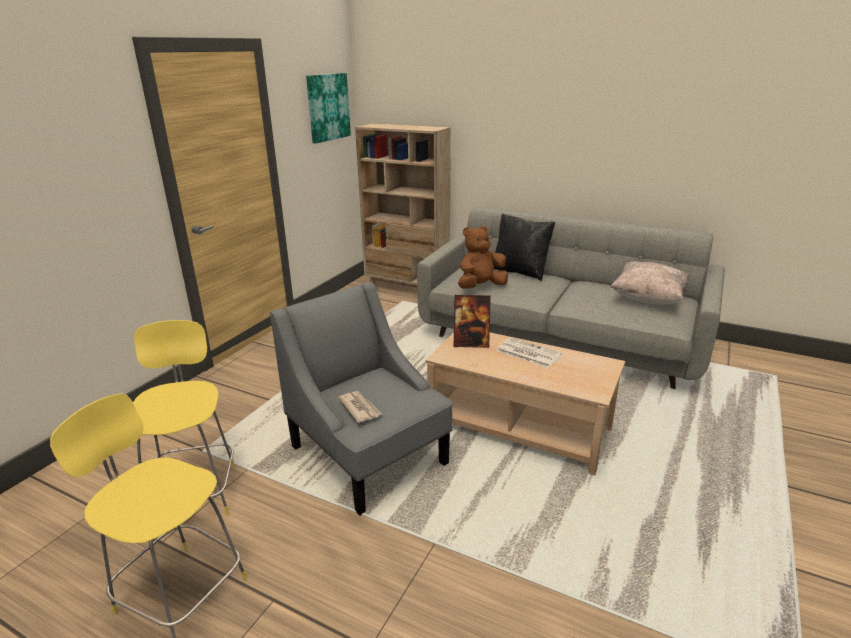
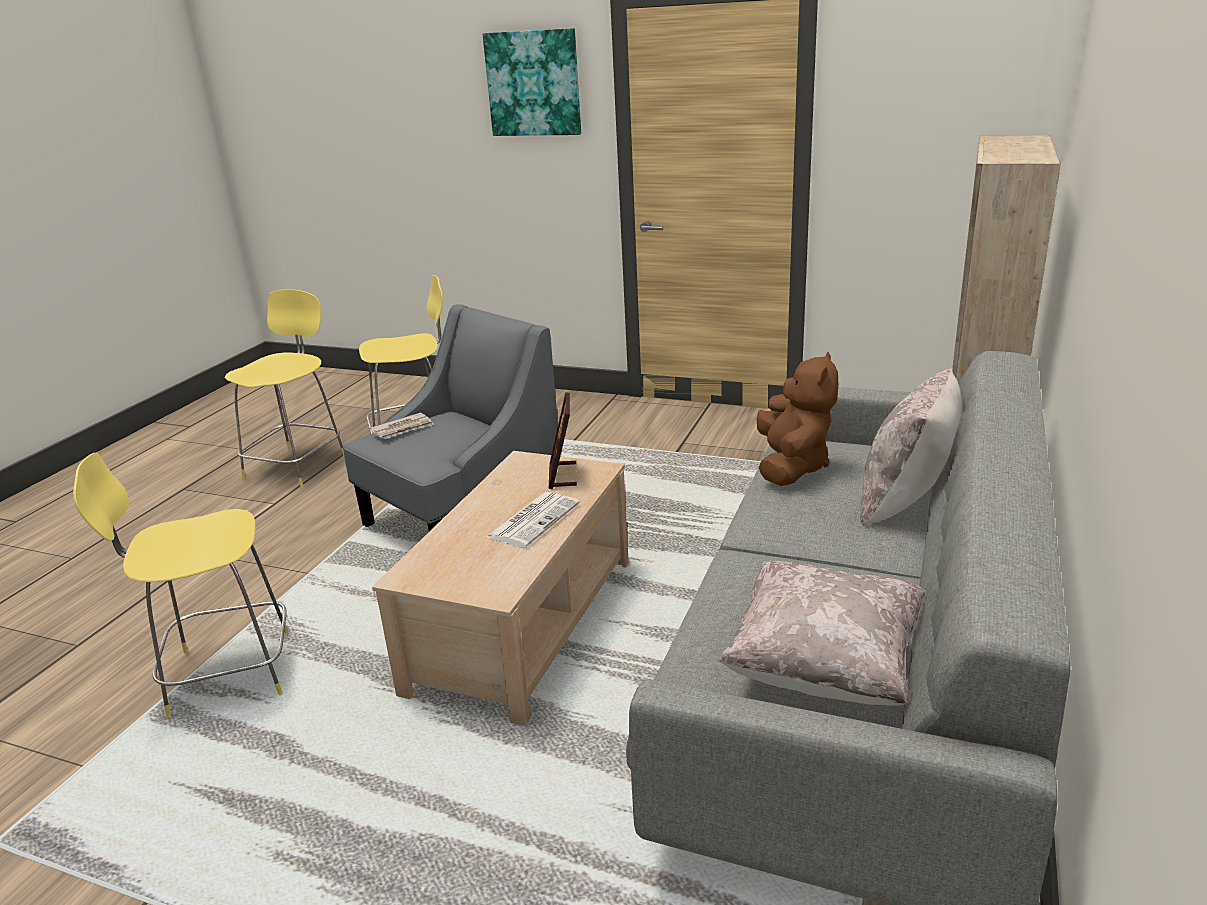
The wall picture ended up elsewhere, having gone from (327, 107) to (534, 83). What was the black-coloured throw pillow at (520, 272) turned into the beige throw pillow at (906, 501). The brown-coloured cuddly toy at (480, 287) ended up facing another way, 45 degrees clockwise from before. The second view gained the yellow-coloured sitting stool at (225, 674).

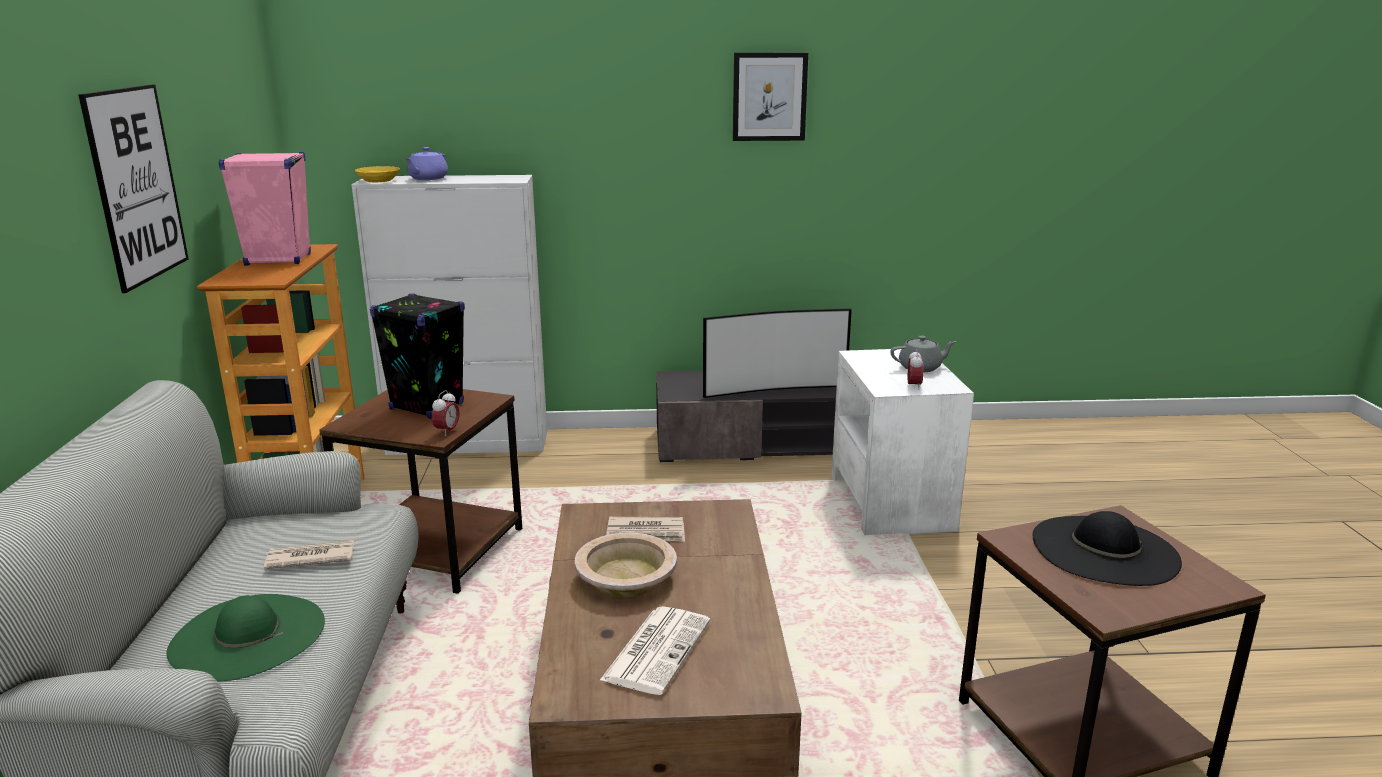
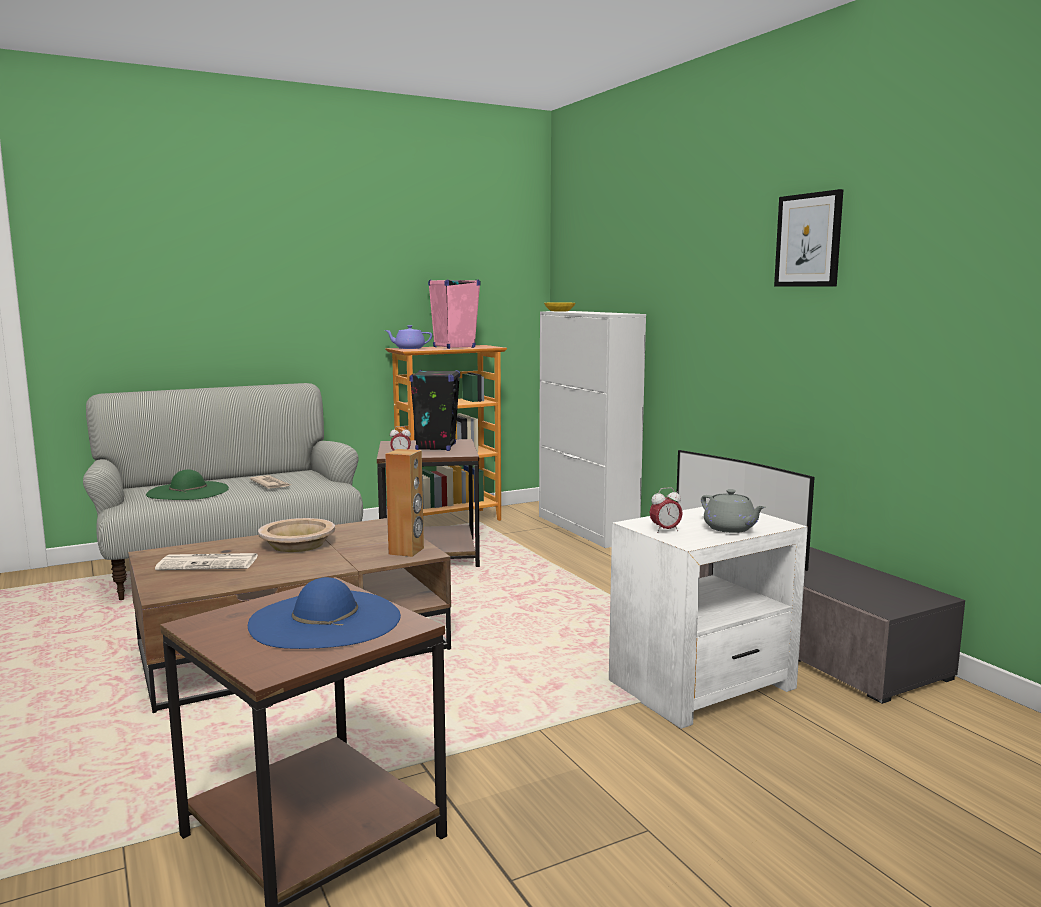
The second view lost the wall picture at (136, 185). The purple-coloured tea pot ended up elsewhere, having gone from (427, 178) to (409, 348). What was the black-coloured wearable hat at (1104, 550) turned into the blue-coloured wearable hat at (325, 620). The second view lost the daily paper at (646, 533). The second view gained the brown-coloured speaker at (406, 551).

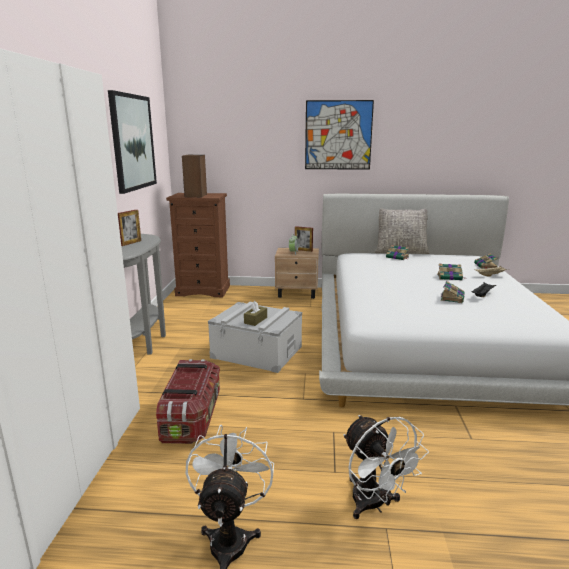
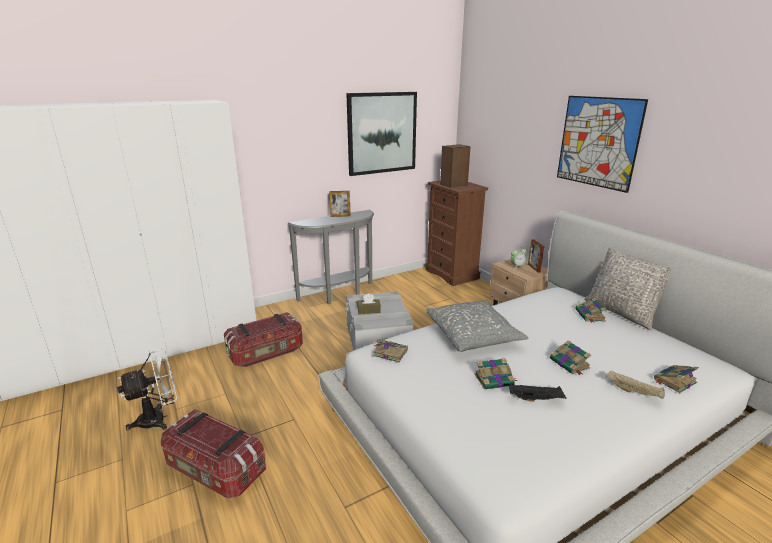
Where the white-coloured cooling fan stood at (374, 505), the storage box came to stand at (215, 470). The second view gained the gray throw pillow at (473, 335). The second view gained the book at (389, 353).

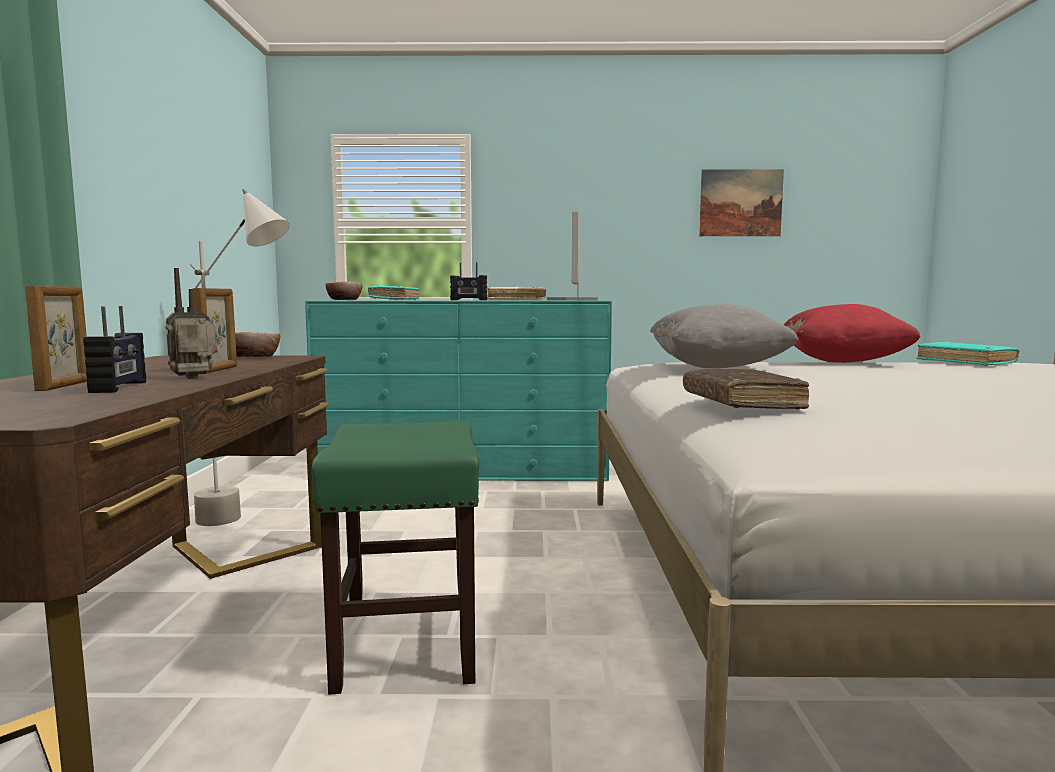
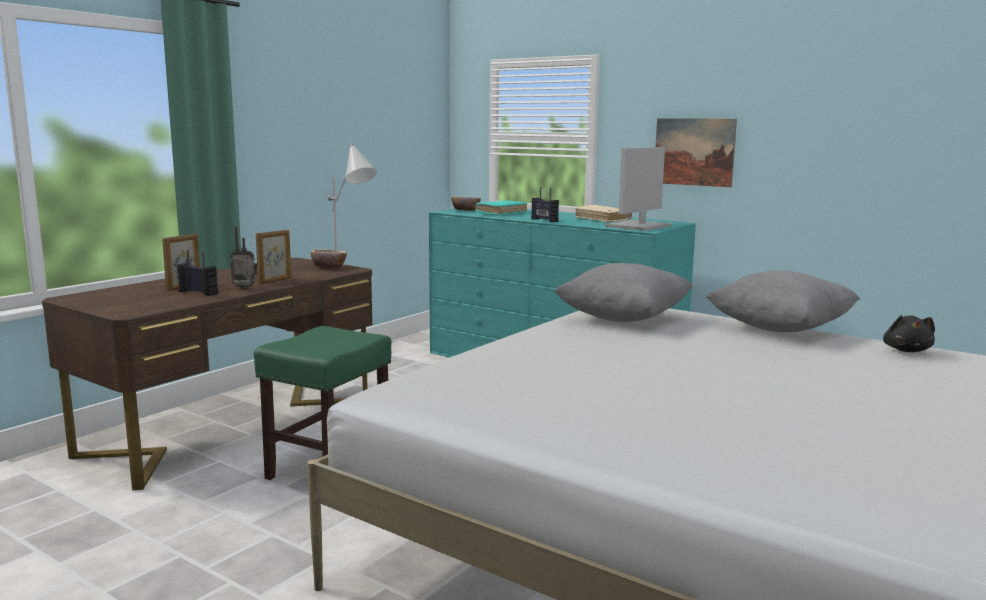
The wall picture ended up elsewhere, having gone from (740, 203) to (694, 152). What was the reddish throw pillow at (842, 362) turned into the gray throw pillow at (780, 329). The radio at (120, 387) ended up facing another way, 90 degrees counterclockwise from before. Where the turquoise book stood at (965, 362), the black-coloured cuddly toy came to stand at (906, 350). The second view lost the brown-coloured book at (740, 402).

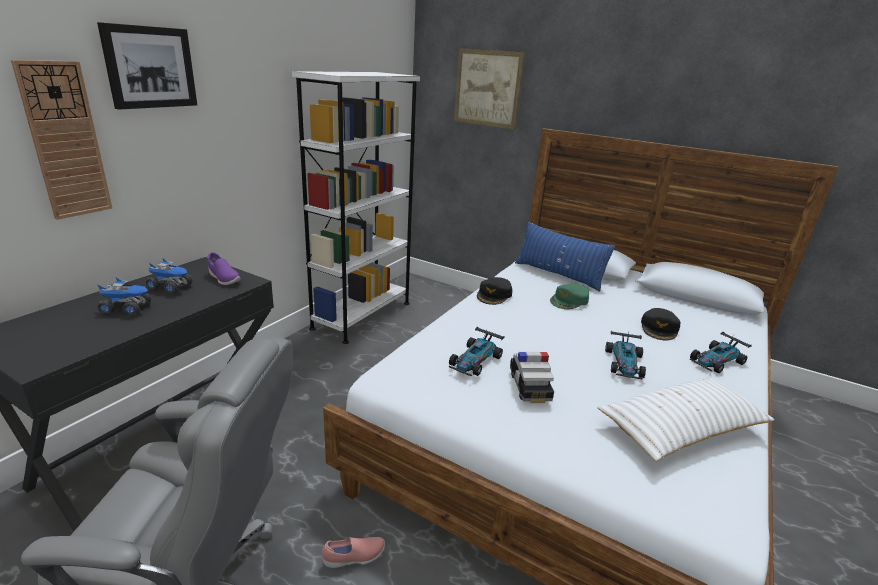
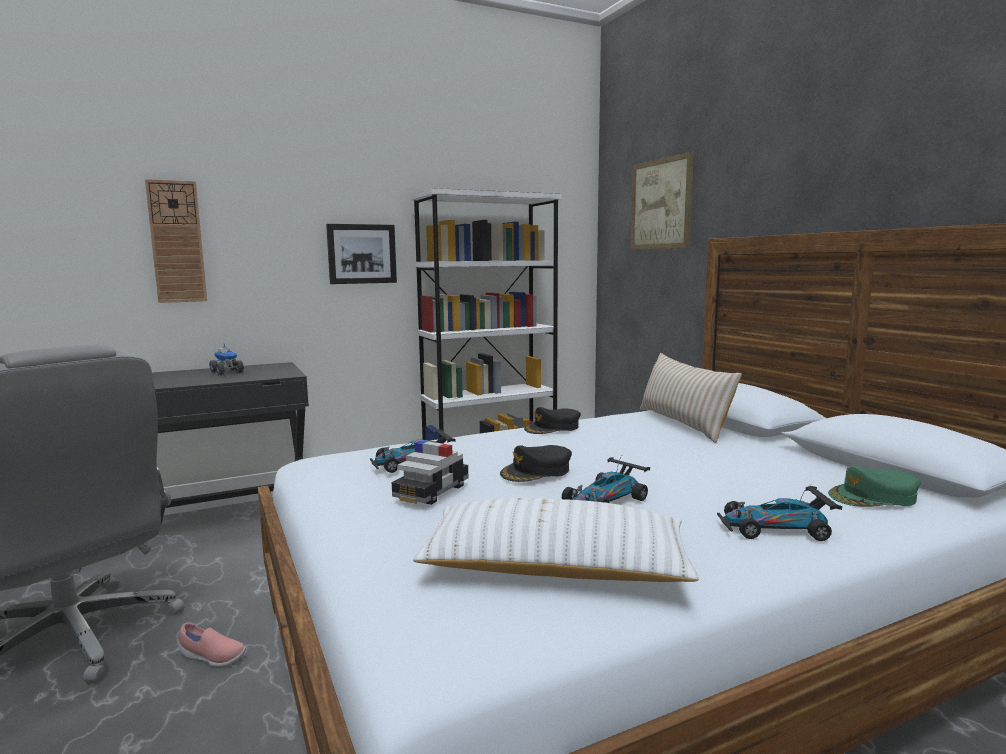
The wall picture ended up elsewhere, having gone from (150, 67) to (361, 254). What was the blue-coloured throw pillow at (558, 274) turned into the beige throw pillow at (683, 423). The second view lost the purple-coloured low shoe at (223, 279). The second view lost the toy truck at (127, 309). The green-coloured peaked cap ended up elsewhere, having gone from (569, 301) to (873, 497). The black-coloured peaked cap ended up elsewhere, having gone from (659, 328) to (536, 471).

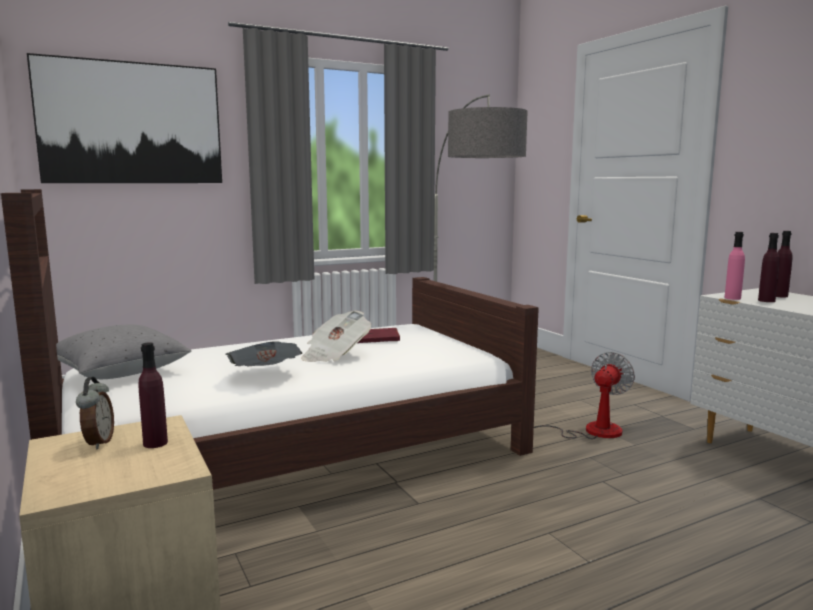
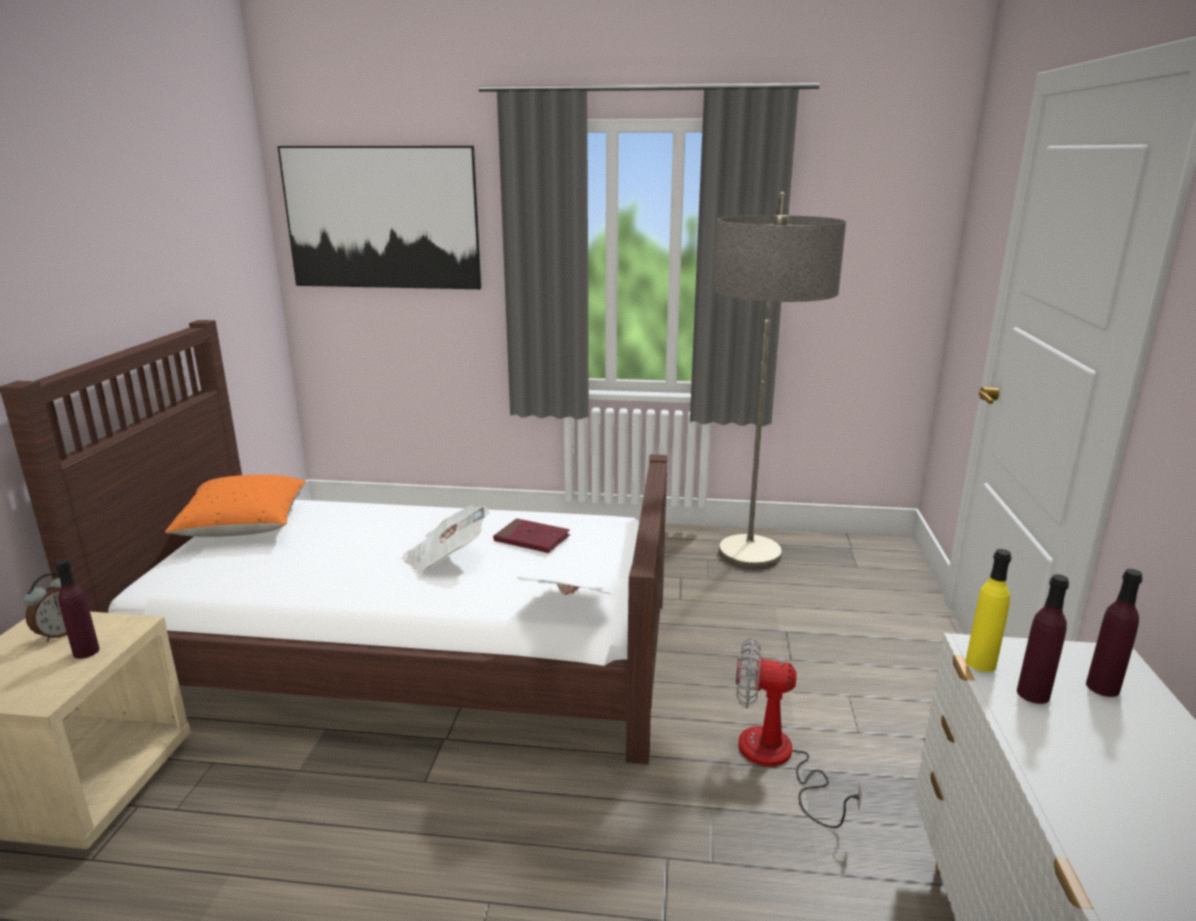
What was the pink bottle at (732, 298) turned into the yellow-coloured bottle at (980, 663). What was the gray throw pillow at (120, 373) turned into the orangey throw pillow at (244, 526). The daily paper ended up elsewhere, having gone from (265, 375) to (568, 608). The cooling fan at (589, 431) ended up facing another way, 150 degrees counterclockwise from before.

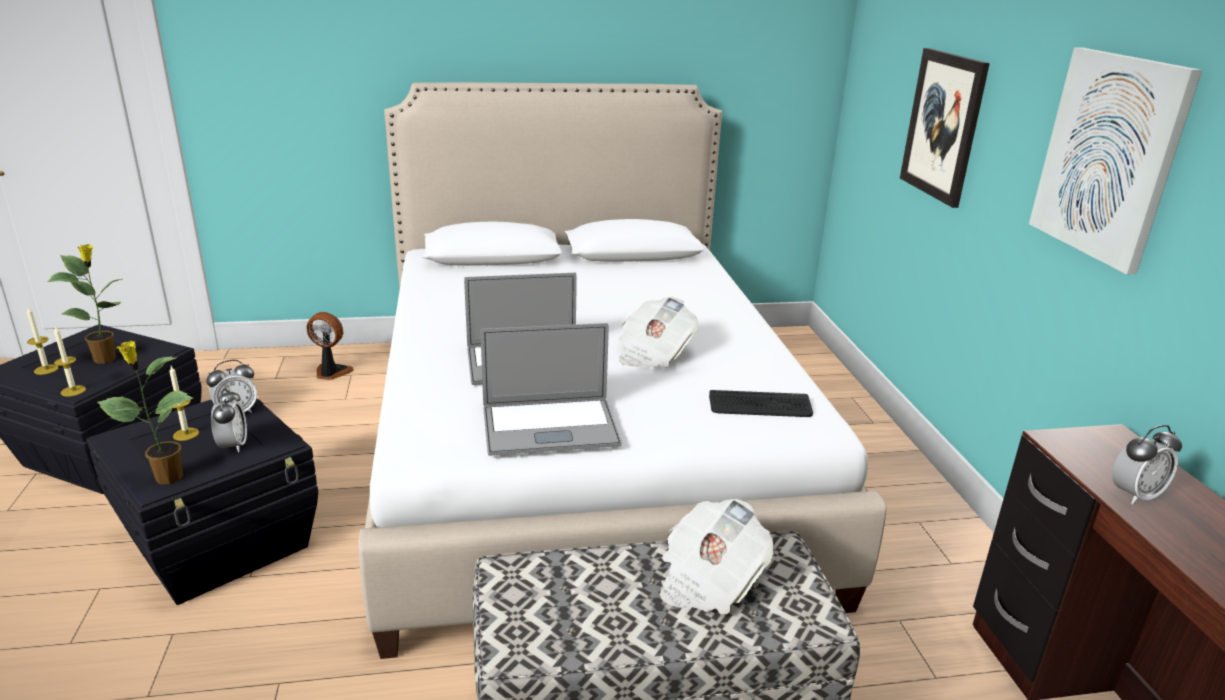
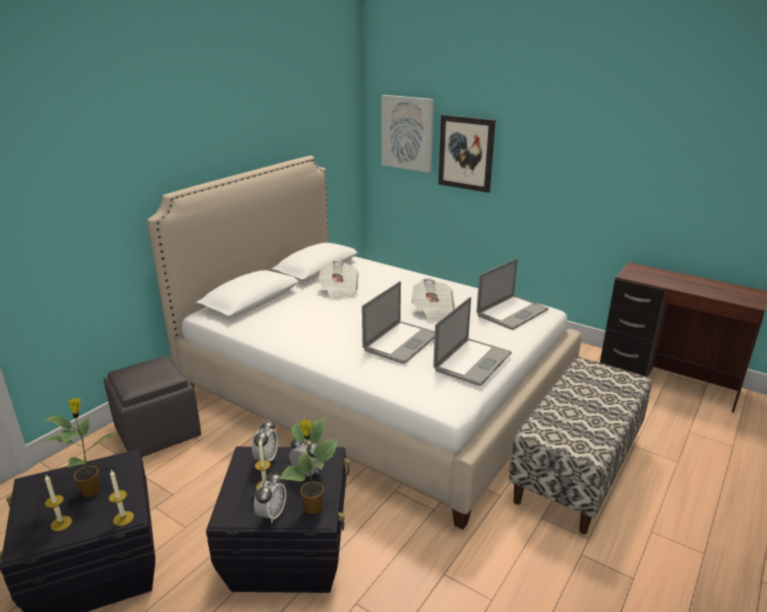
The wall picture ended up elsewhere, having gone from (1109, 157) to (407, 133). Where the cooling fan stood at (331, 373), the gray pouffe came to stand at (157, 433). Where the PC keyboard stood at (760, 406), the laptop came to stand at (512, 312). The bedside clock ended up elsewhere, having gone from (1135, 495) to (271, 514). The daily paper ended up elsewhere, having gone from (708, 580) to (339, 291).

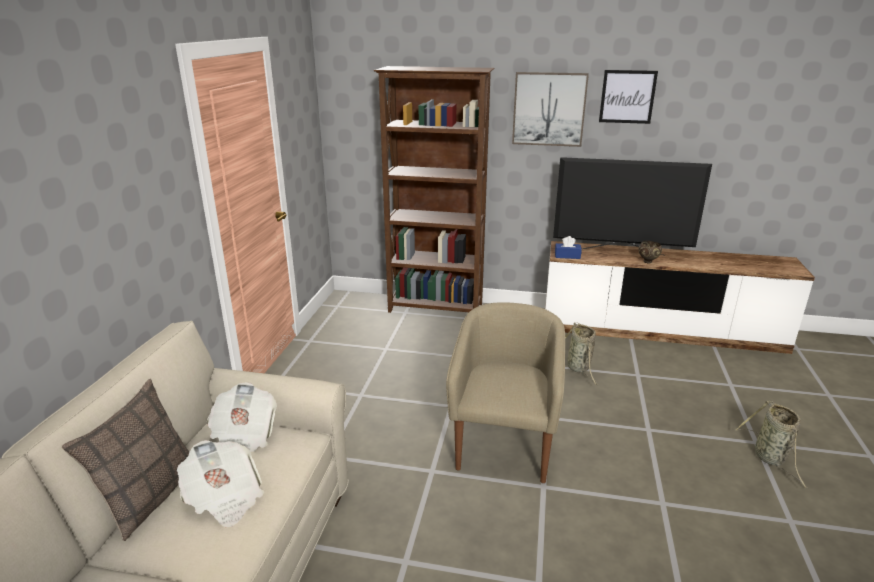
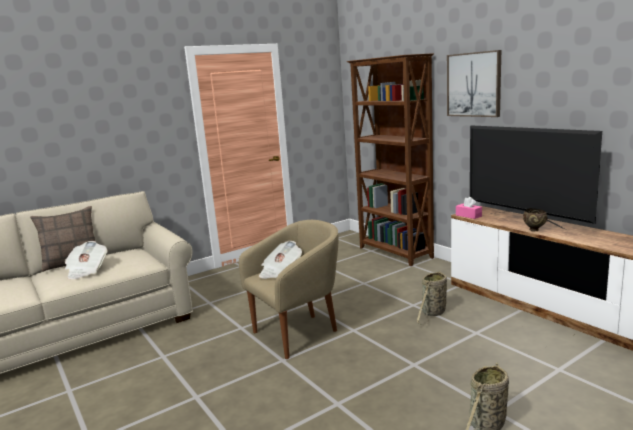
The second view lost the wall picture at (627, 96). What was the blue-coloured tissue holder at (567, 256) turned into the pink tissue holder at (468, 215). The daily paper ended up elsewhere, having gone from (243, 436) to (280, 271).

